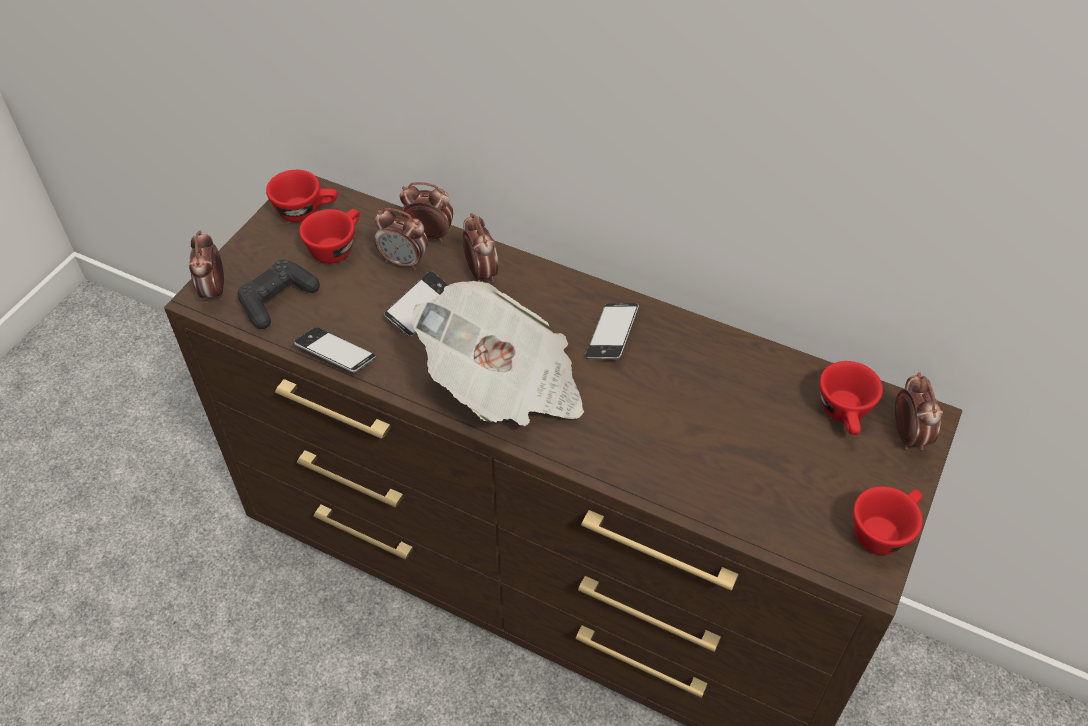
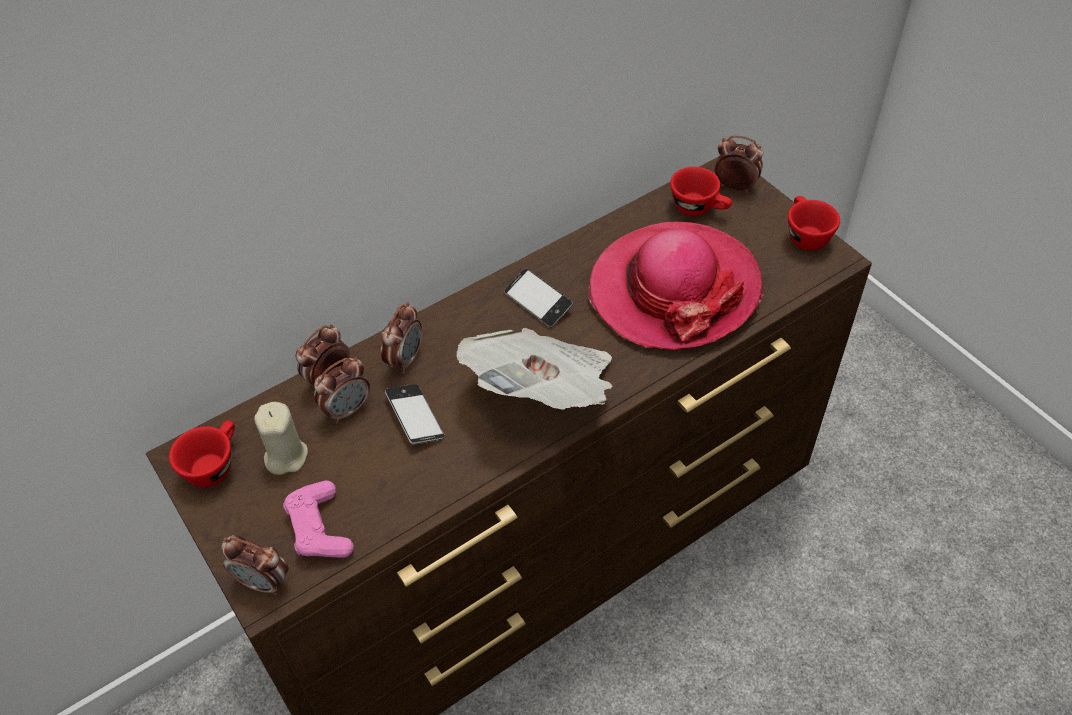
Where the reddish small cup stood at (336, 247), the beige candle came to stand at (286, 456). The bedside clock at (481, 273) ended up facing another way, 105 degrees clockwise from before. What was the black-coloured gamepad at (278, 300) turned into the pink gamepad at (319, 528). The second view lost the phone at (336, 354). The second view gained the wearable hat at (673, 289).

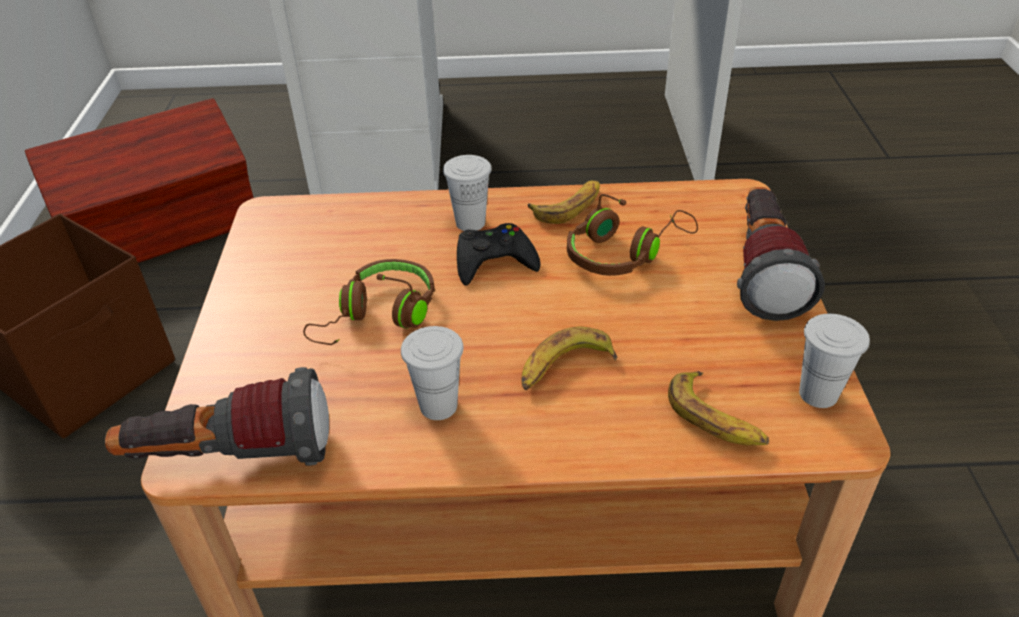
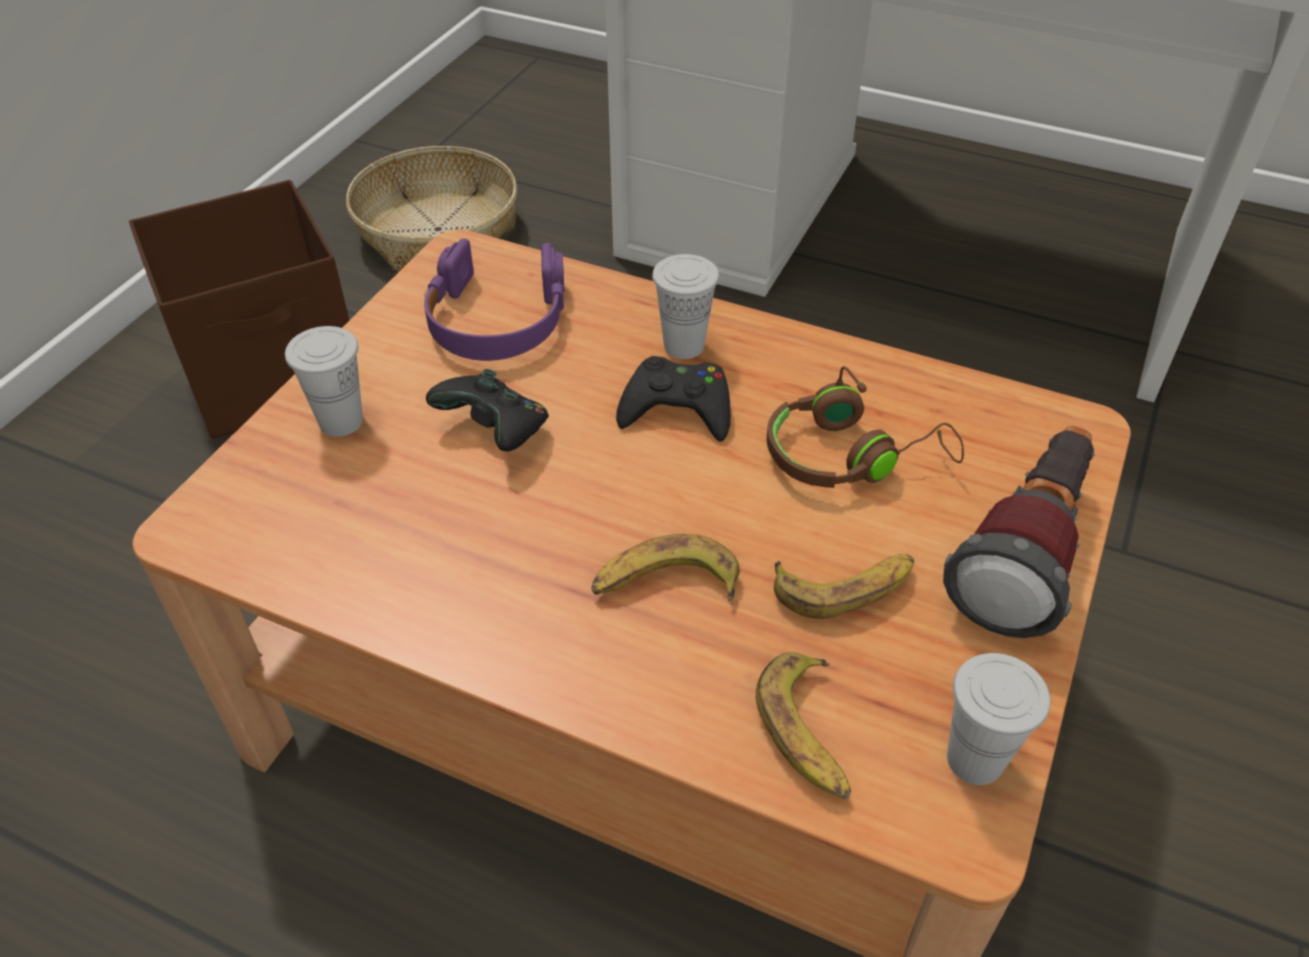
Where the brown-coloured storage box stood at (166, 231), the household basket came to stand at (438, 229). The banana ended up elsewhere, having gone from (568, 206) to (844, 587). Where the brown-coloured headset stood at (379, 316), the black-coloured gamepad came to stand at (496, 431). The white-coloured small cup ended up elsewhere, having gone from (438, 406) to (341, 421). The second view lost the flashlight at (231, 458). The second view gained the purple-coloured headset at (496, 319).

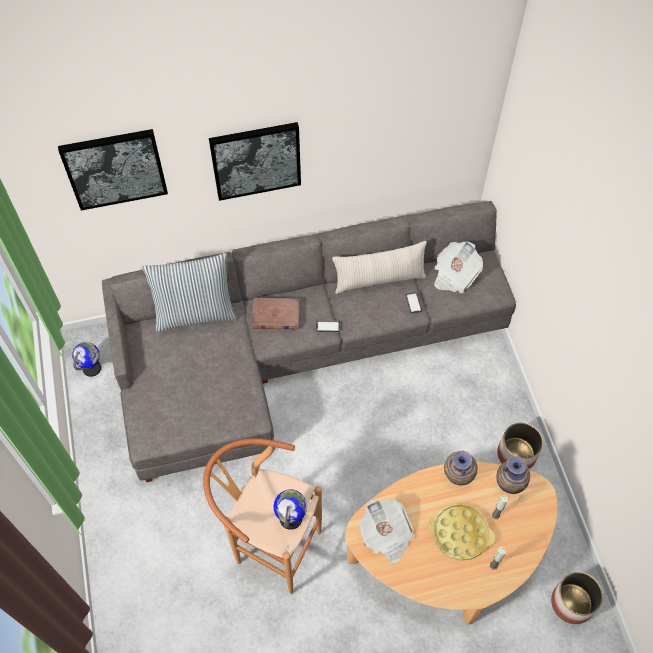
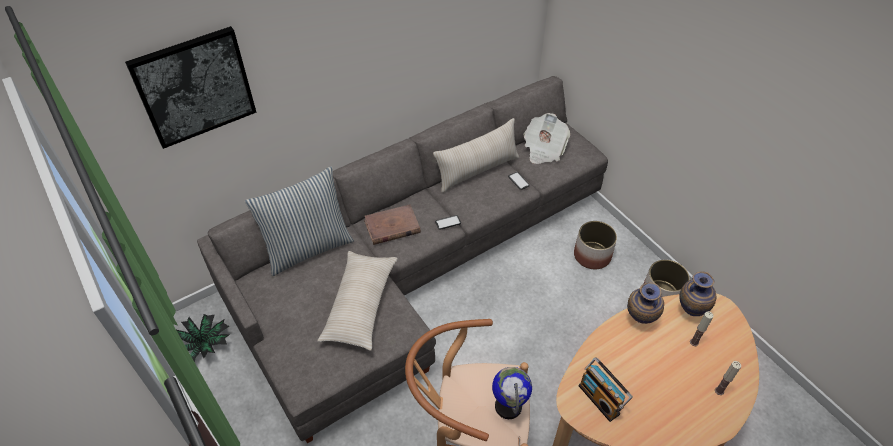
The second view lost the wall picture at (256, 160). Where the globe stood at (92, 368), the potted plant came to stand at (205, 346). Where the daily paper stood at (386, 535), the radio came to stand at (600, 399). The second view lost the yellow-coloured serving tray at (460, 533). The plant pot ended up elsewhere, having gone from (571, 602) to (591, 255). The second view gained the beige throw pillow at (360, 305).

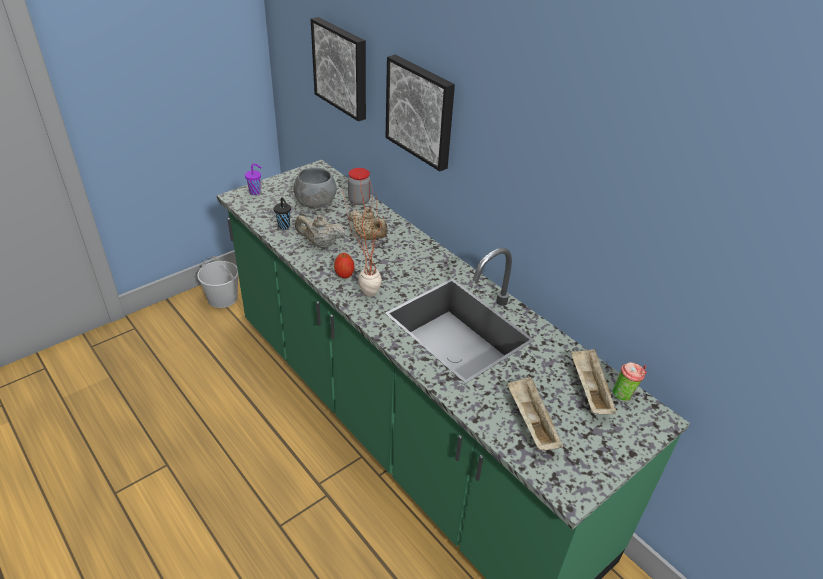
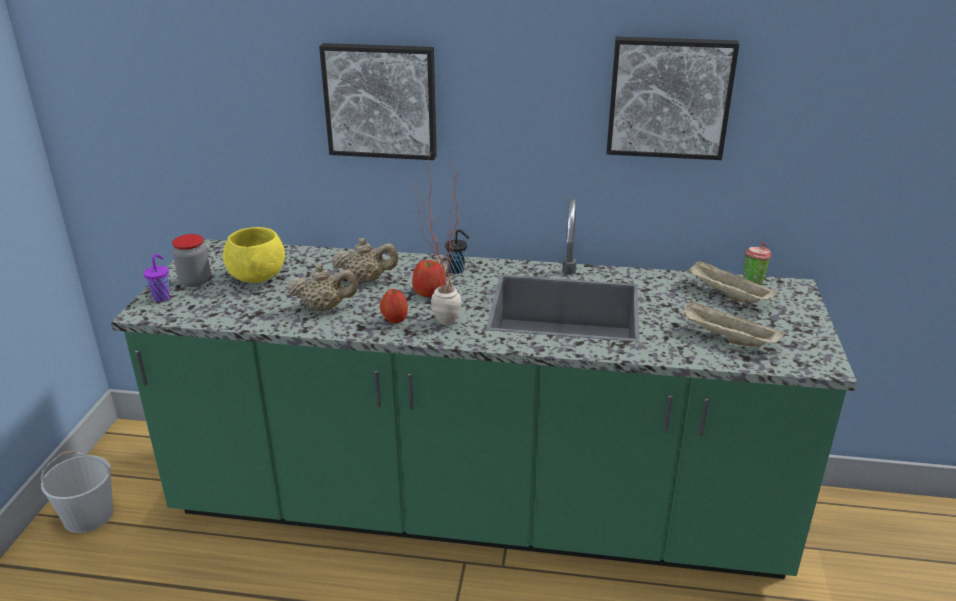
The wall picture ended up elsewhere, having gone from (342, 68) to (669, 97). What was the gray deep dish at (315, 203) turned into the yellow-coloured deep dish at (257, 277). The preserve jar ended up elsewhere, having gone from (359, 200) to (195, 281). The black-coloured small cup ended up elsewhere, having gone from (284, 226) to (457, 270). The beige tea pot at (320, 244) ended up facing another way, 150 degrees counterclockwise from before. The second view gained the apple fruit at (429, 291).

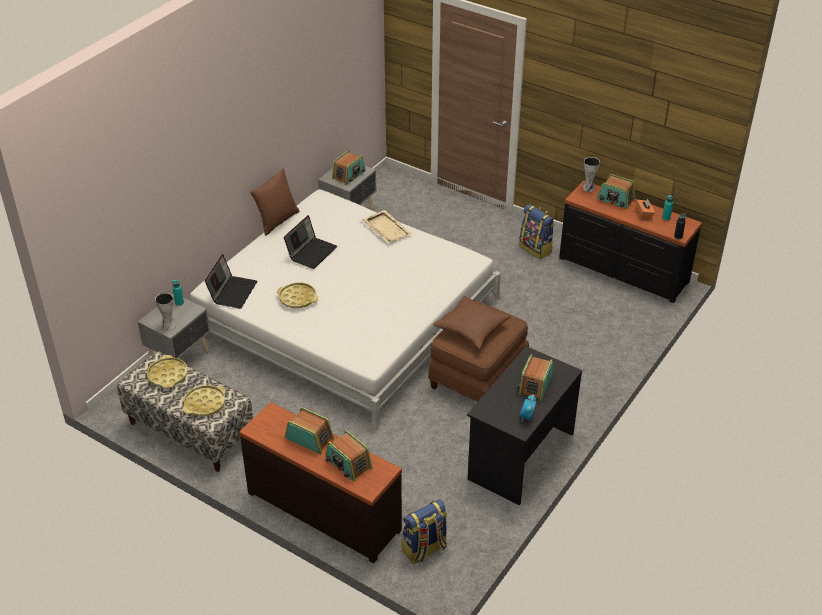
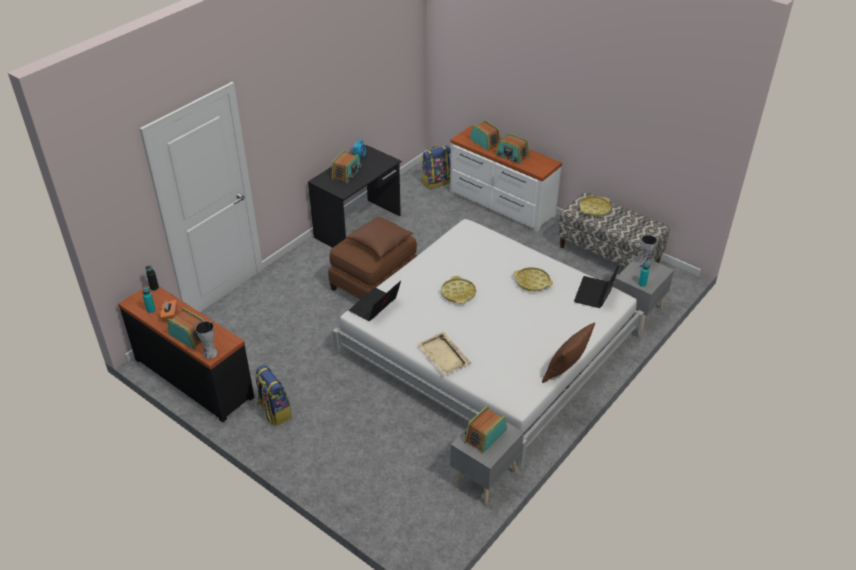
The laptop ended up elsewhere, having gone from (311, 252) to (375, 307). The yellow-coloured serving tray ended up elsewhere, having gone from (168, 375) to (458, 293). What was the brown-coloured dresser at (325, 510) turned into the white-coloured dresser at (501, 204).

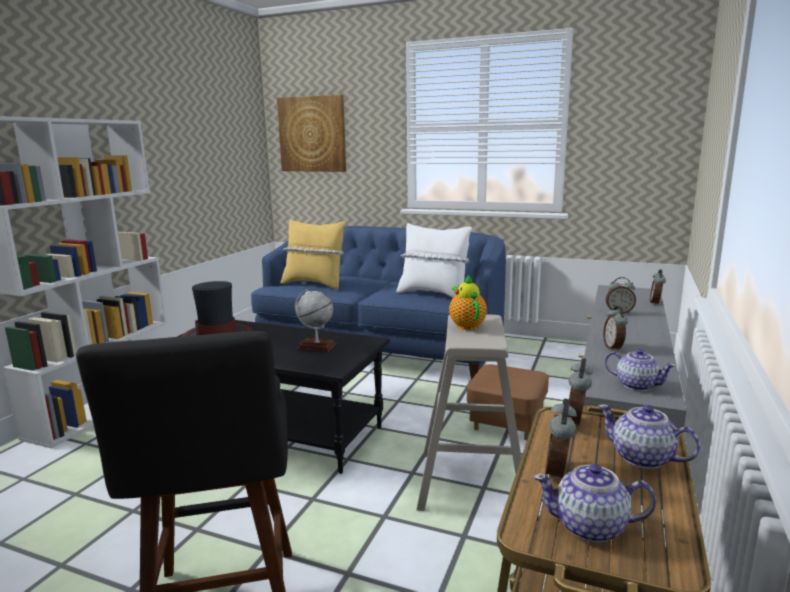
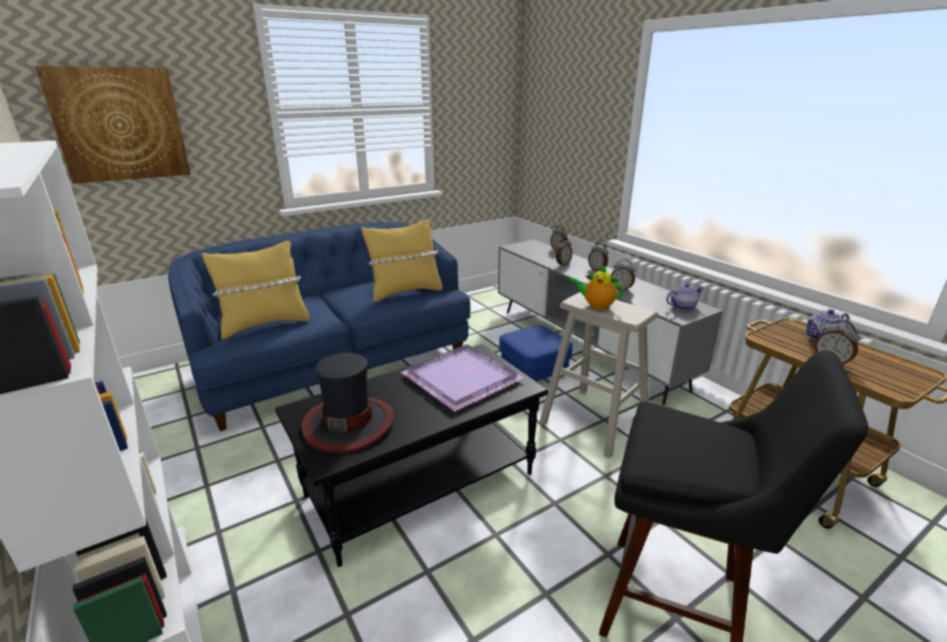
What was the white-coloured throw pillow at (433, 294) turned into the yellow-coloured throw pillow at (405, 292). Where the globe stood at (316, 346), the purple-coloured serving tray came to stand at (459, 378). The bedside clock ended up elsewhere, having gone from (576, 422) to (597, 270). What was the brown-coloured pouffe at (506, 422) turned into the blue-coloured pouffe at (533, 373). The second view lost the tea pot at (591, 527).

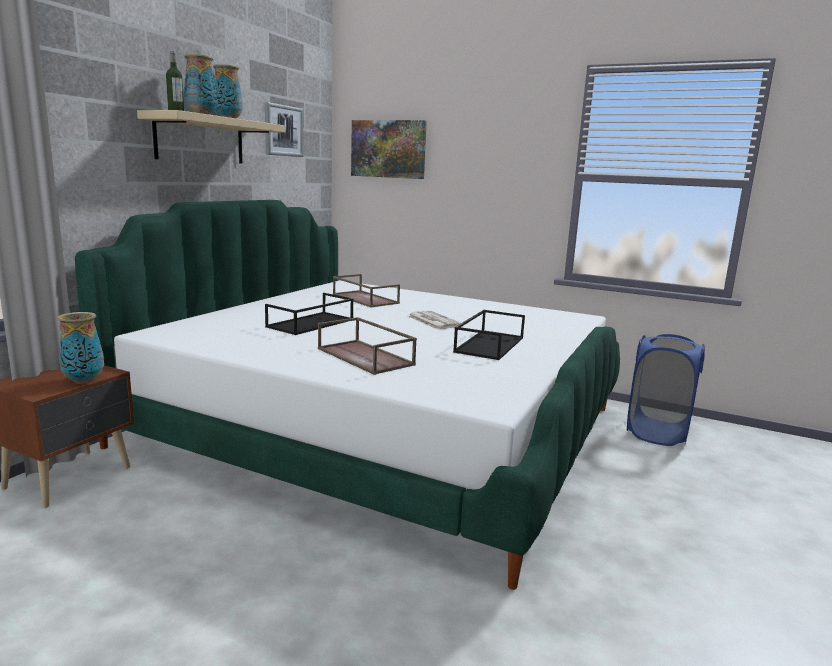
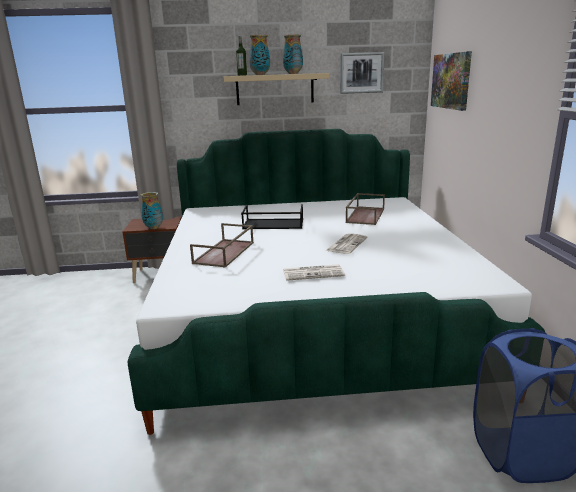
Where the black-coloured serving tray stood at (489, 344), the daily paper came to stand at (313, 273).

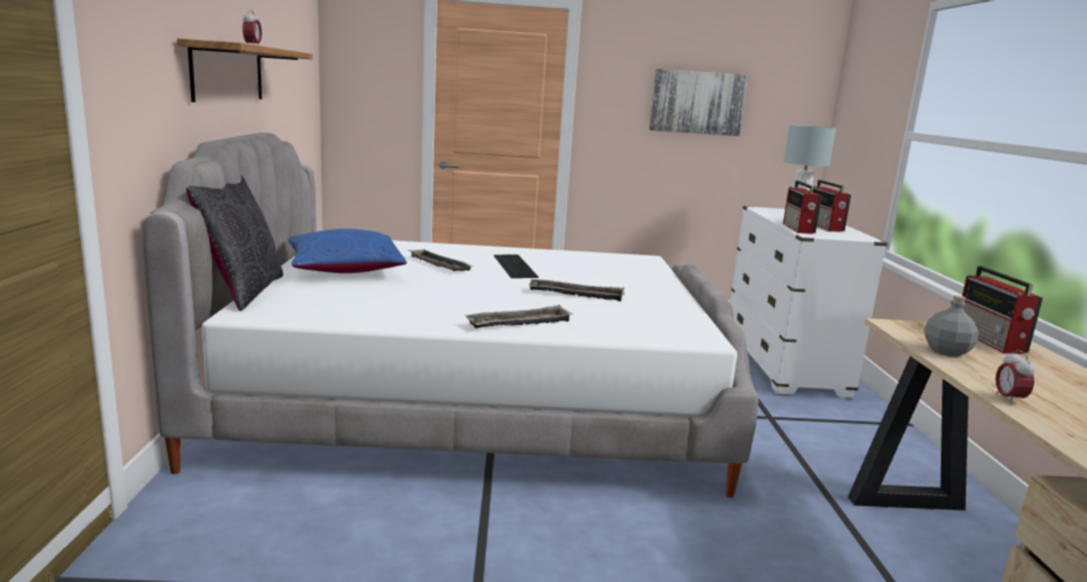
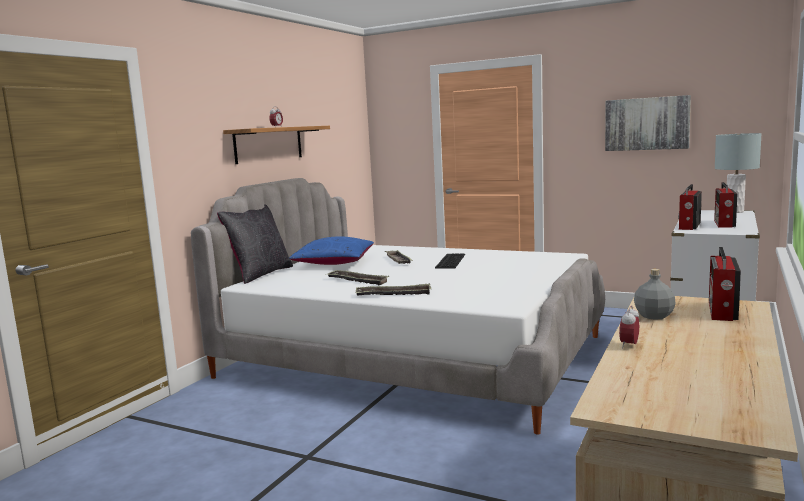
The serving tray ended up elsewhere, having gone from (576, 295) to (357, 281).

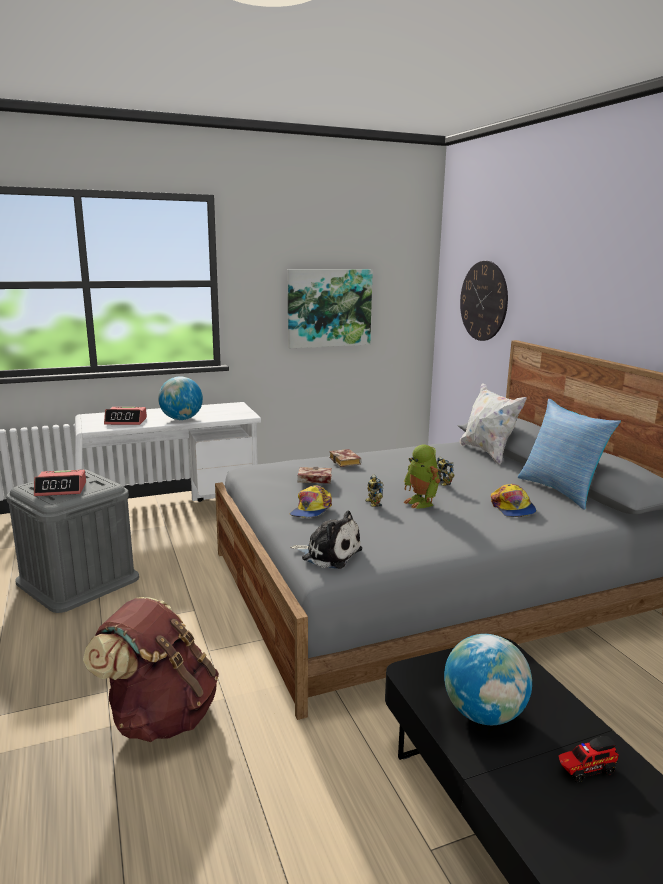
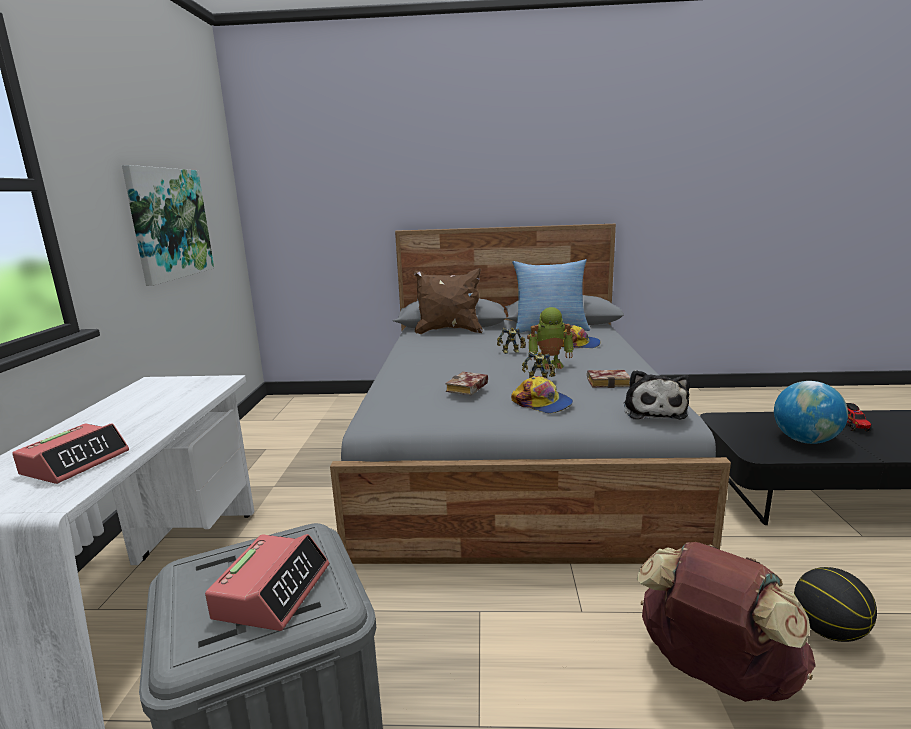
The second view lost the hanging clock at (483, 301). The second view lost the globe at (181, 419). What was the white-coloured throw pillow at (487, 453) turned into the brown-coloured throw pillow at (448, 331). The book ended up elsewhere, having gone from (346, 461) to (609, 382). The cuddly toy at (328, 554) ended up facing another way, 135 degrees clockwise from before. The second view gained the basketball at (828, 631).

